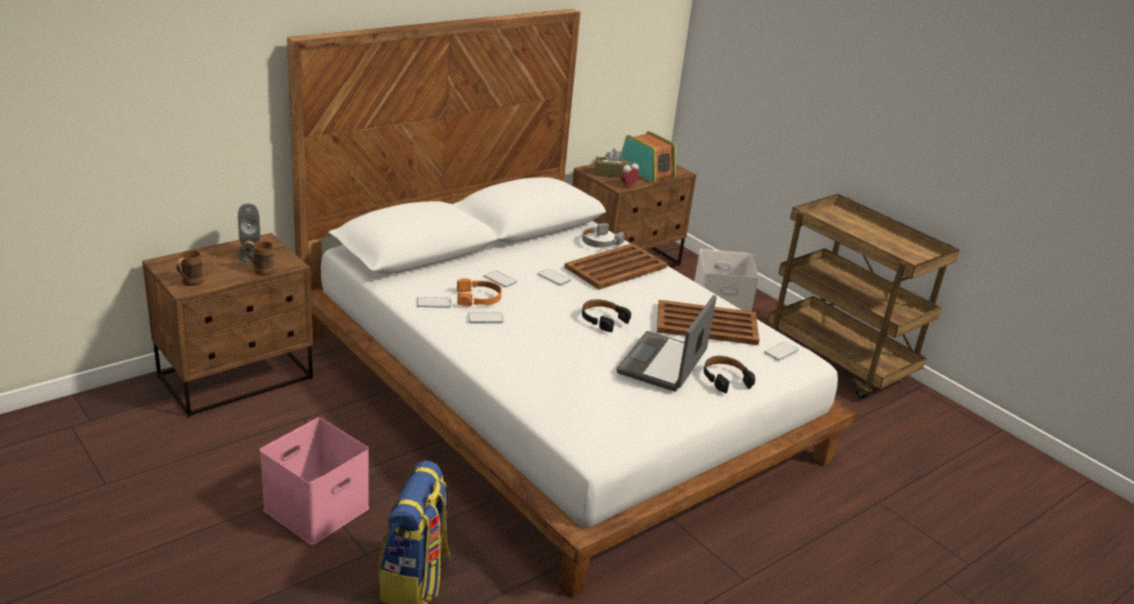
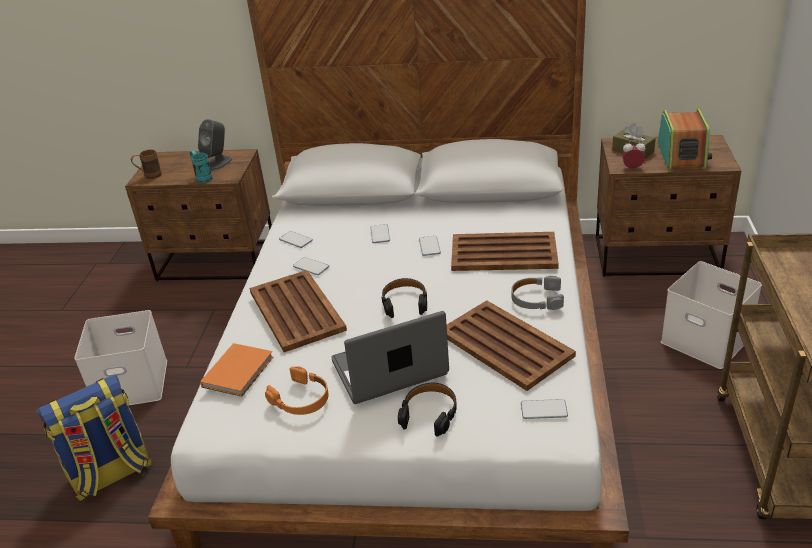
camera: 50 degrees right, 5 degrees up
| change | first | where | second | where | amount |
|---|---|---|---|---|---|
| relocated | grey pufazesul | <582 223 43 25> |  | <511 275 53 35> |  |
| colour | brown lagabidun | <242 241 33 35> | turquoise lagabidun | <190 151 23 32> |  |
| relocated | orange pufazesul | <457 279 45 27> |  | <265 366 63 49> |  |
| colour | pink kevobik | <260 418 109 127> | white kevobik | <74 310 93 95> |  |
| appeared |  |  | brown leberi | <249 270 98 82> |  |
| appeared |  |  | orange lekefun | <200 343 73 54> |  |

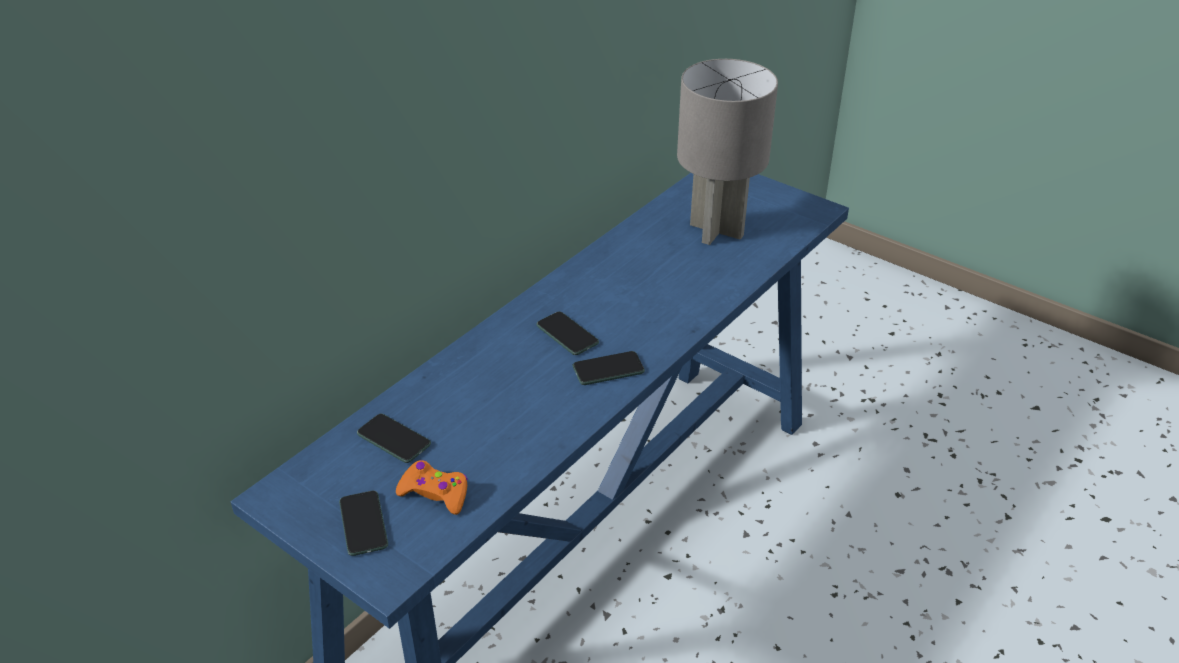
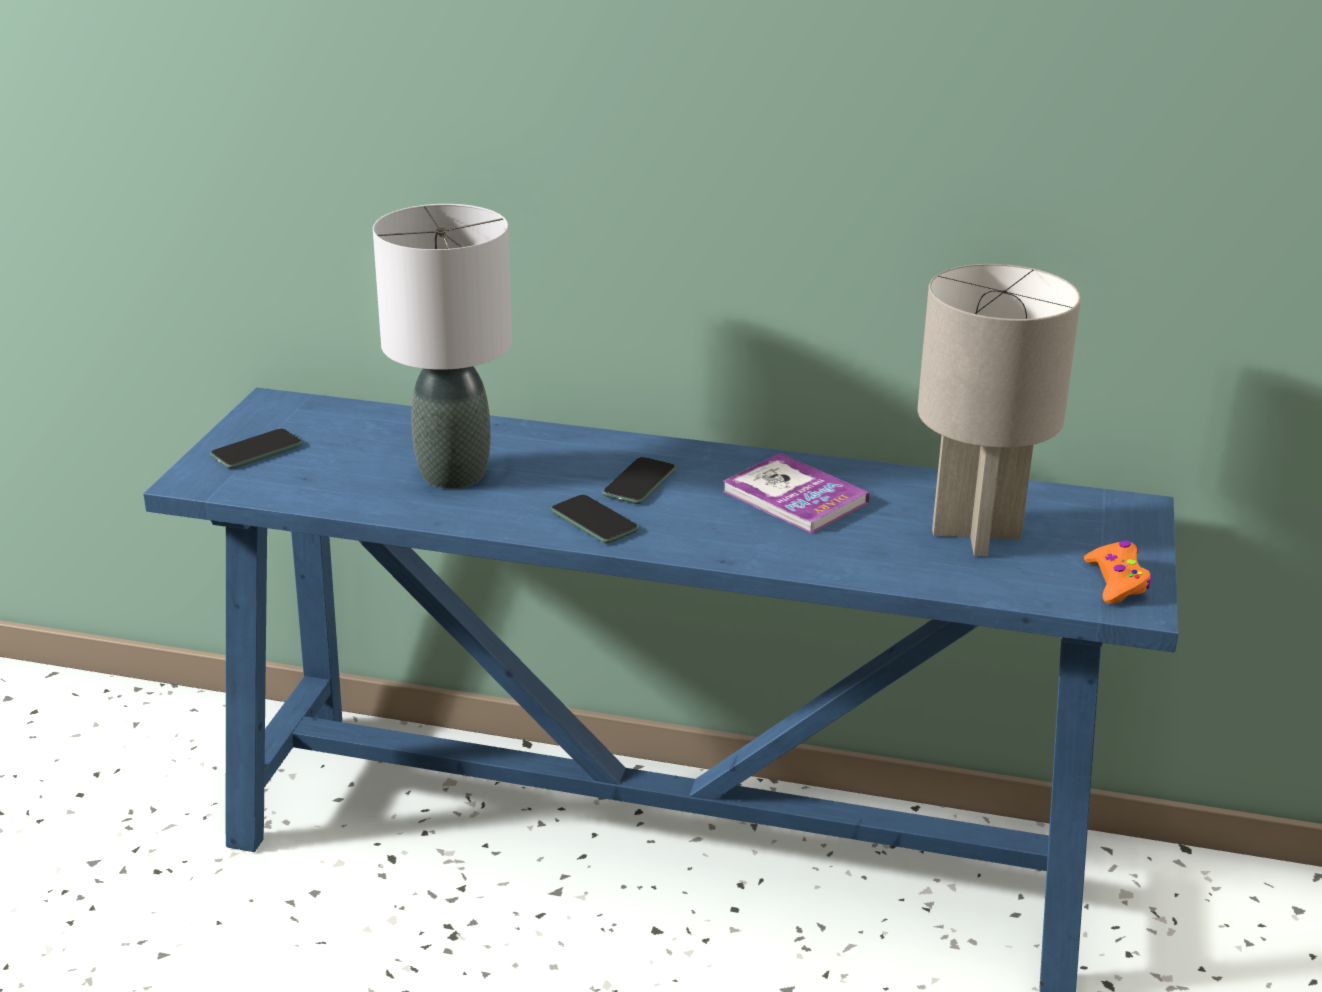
camera: 65 degrees right, 10 degrees down
| change | first | where | second | where | amount |
|---|---|---|---|---|---|
| missing | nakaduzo | <357 414 74 49> |  |  |  |
| relocated | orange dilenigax | <396 460 72 55> |  | <1084 540 68 64> |  |
| appeared |  |  | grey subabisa | <373 204 139 285> |  |
| appeared |  |  | lekefun | <722 453 148 81> |  |

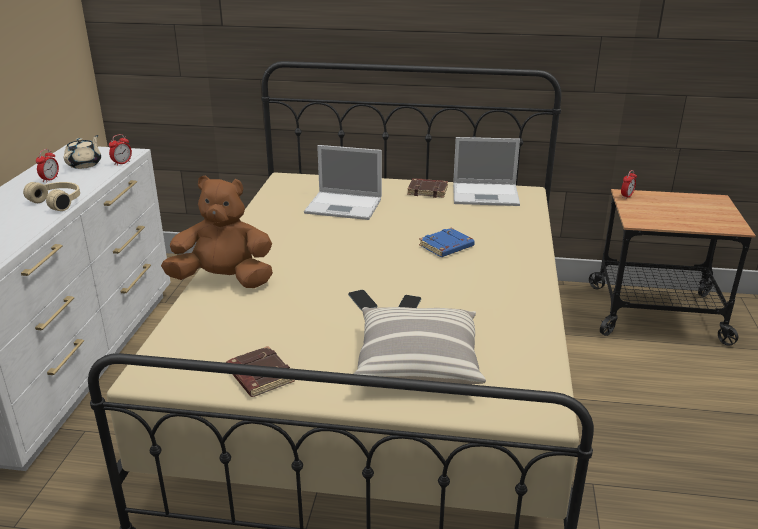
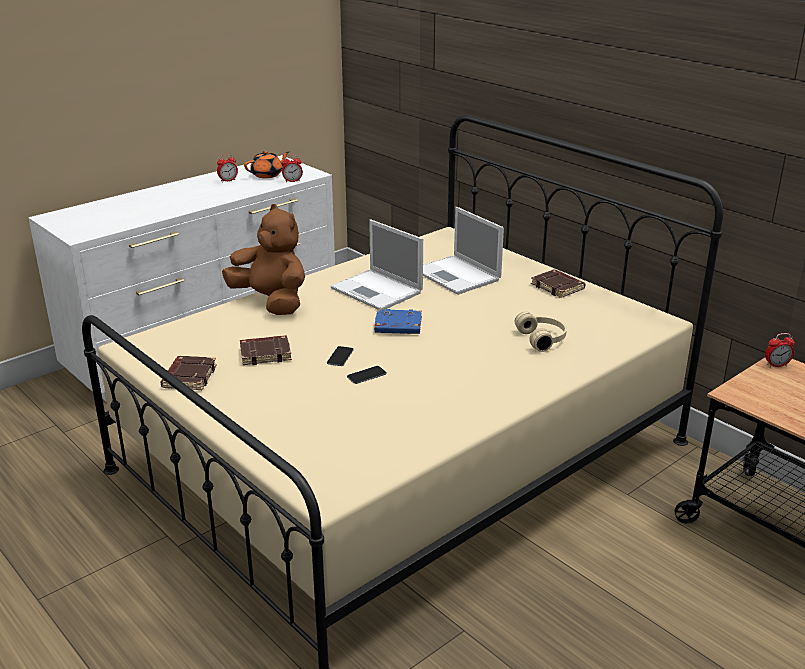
camera: 40 degrees right, 0 degrees up
| change | first | where | second | where | amount |
|---|---|---|---|---|---|
| colour | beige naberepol | <63 135 38 34> | orange naberepol | <244 151 45 27> |  |
| relocated | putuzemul | <453 137 67 69> |  | <331 220 92 90> |  |
| relocated | beige pufazesul | <23 182 57 29> |  | <515 311 52 41> |  |
| relocated | blue lekefun | <419 228 56 29> |  | <374 309 48 25> |  |
| missing | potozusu | <354 307 132 77> |  |  |  |
| appeared |  |  | brown lekefun | <240 335 52 30> |  |

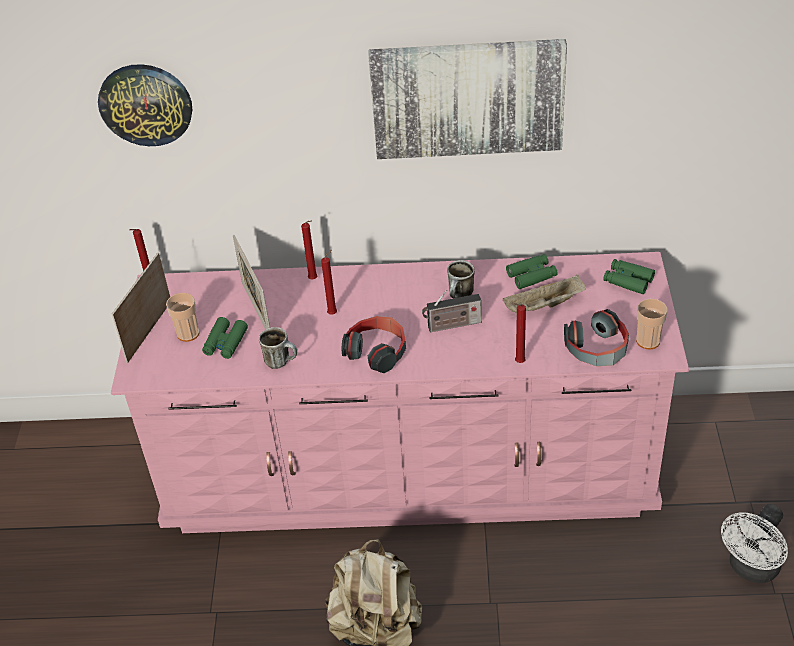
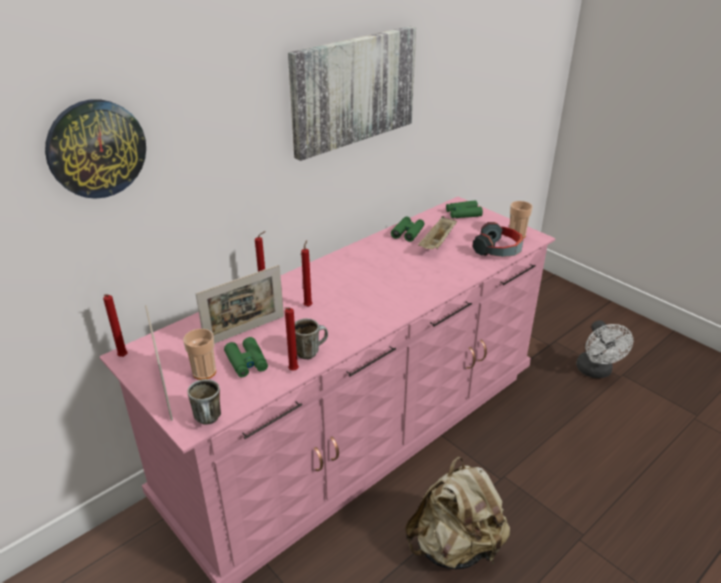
camera: 45 degrees left, 10 degrees down
| change | first | where | second | where | amount |
|---|---|---|---|---|---|
| spun | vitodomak | <233 235 37 95> |  | <196 265 88 79> | 60 degrees counterclockwise |
| relocated | lagabidun | <447 260 28 38> |  | <187 379 34 46> |  |
| missing | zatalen | <422 290 59 42> |  |  |  |
| relocated | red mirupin | <514 303 12 60> |  | <284 307 15 64> |  |
| missing | pufazesul | <341 316 65 57> |  |  |  |

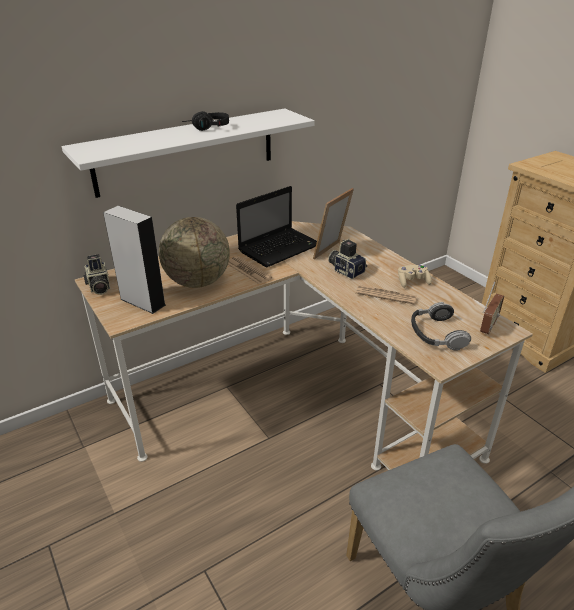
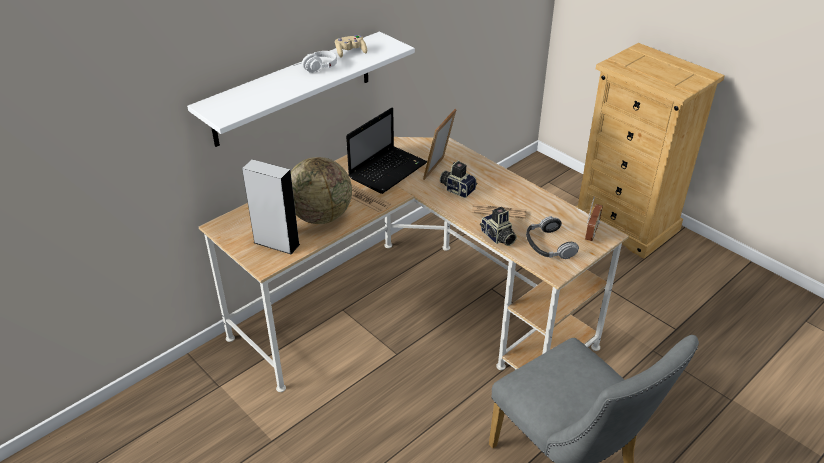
camera: 10 degrees left, 5 degrees up
| change | first | where | second | where | amount |
|---|---|---|---|---|---|
| colour | black pufazesul | <182 111 47 20> | white pufazesul | <293 51 44 22> |  |
| relocated | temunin | <84 254 26 41> |  | <480 207 37 39> |  |
| relocated | beige dilenigax | <398 265 34 23> |  | <335 35 32 23> |  |

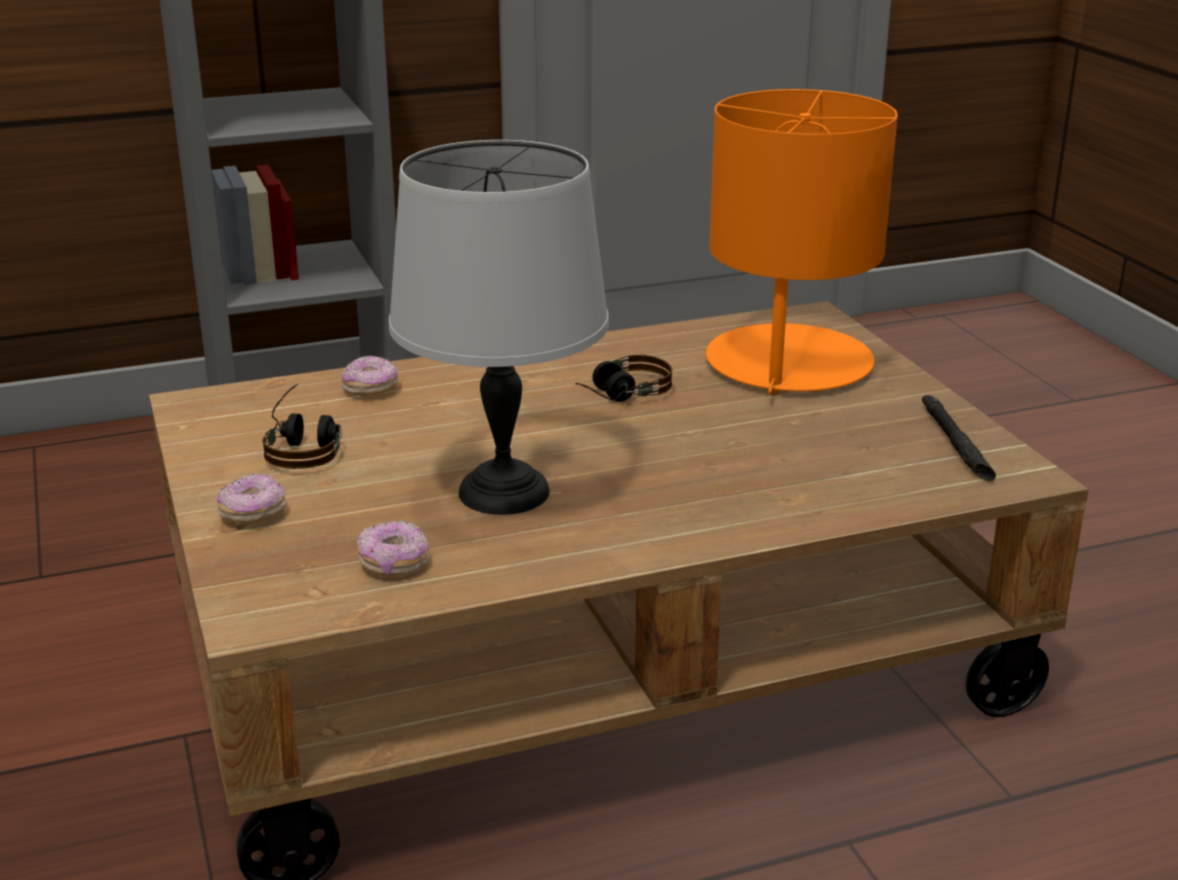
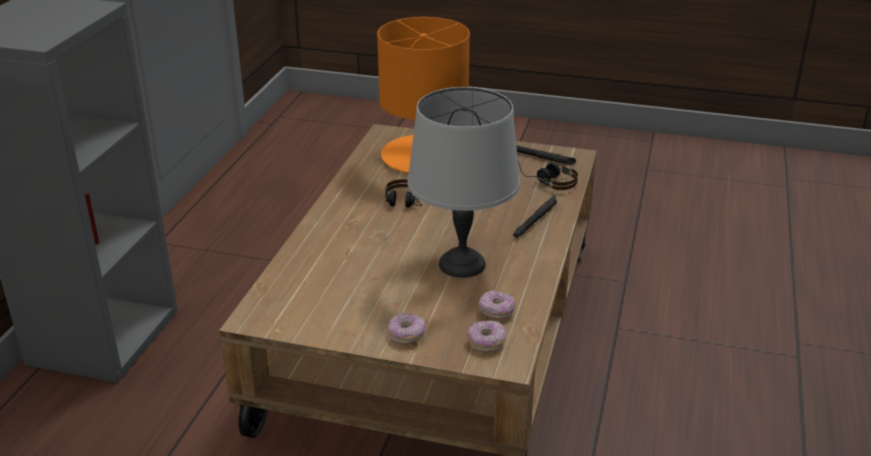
camera: 55 degrees left, 5 degrees up
| change | first | where | second | where | amount |
|---|---|---|---|---|---|
| relocated | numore | <342 356 57 40> |  | <467 320 40 32> |  |
| relocated | pufazesul | <262 384 80 85> |  | <518 161 60 29> |  |
| appeared |  |  | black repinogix | <513 195 44 43> |  |

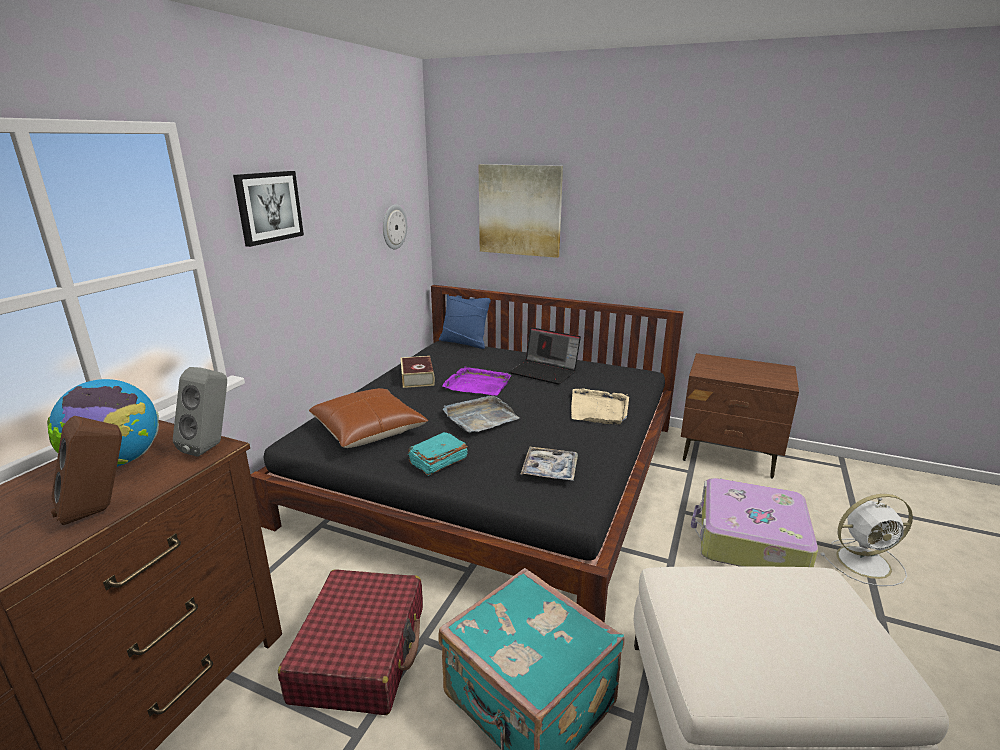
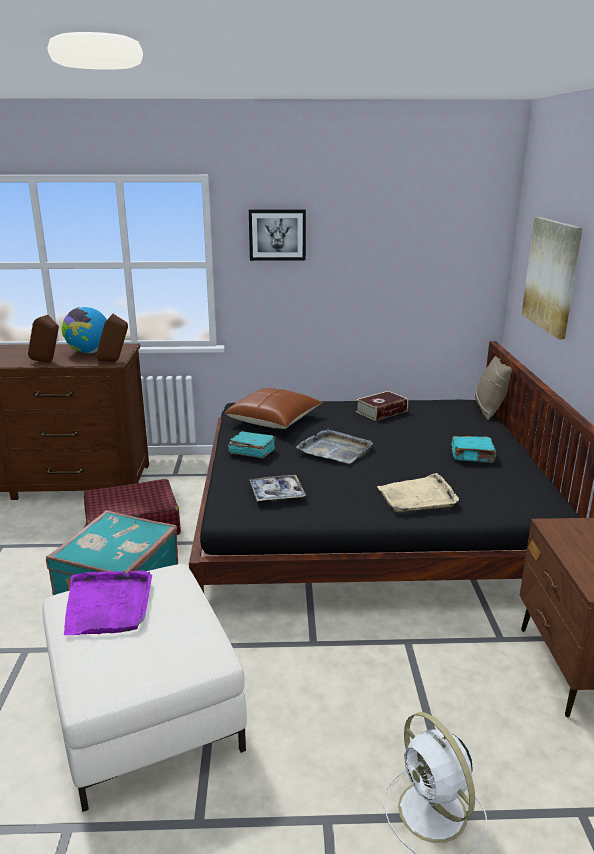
camera: 65 degrees right, 0 degrees up
| change | first | where | second | where | amount |
|---|---|---|---|---|---|
| missing | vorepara | <383 205 24 45> |  |  |  |
| colour | blue potozusu | <439 294 52 55> | beige potozusu | <475 356 37 64> |  |
| exchanged | putuzemul | <509 327 72 58> | turquoise lekefun | <451 436 46 27> |  |
| relocated | purple leberi | <442 366 69 30> |  | <64 570 88 65> |  |
| colour | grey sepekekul | <173 367 54 90> | brown sepekekul | <96 314 32 48> |  |
| missing | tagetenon | <691 478 127 89> |  |  |  |

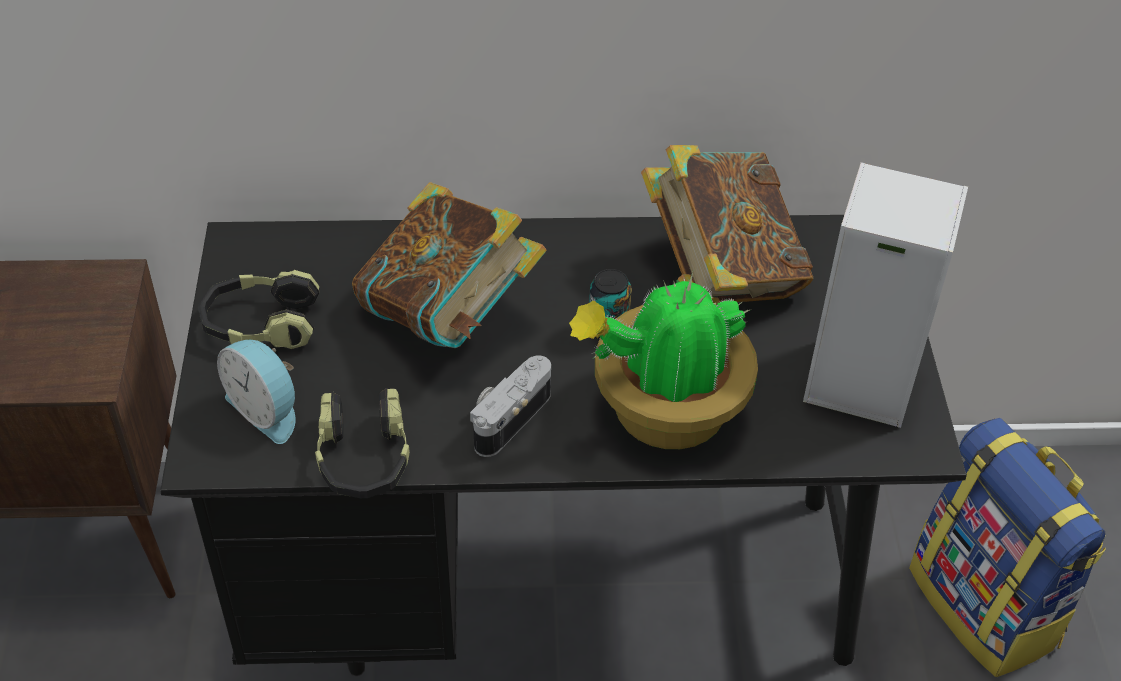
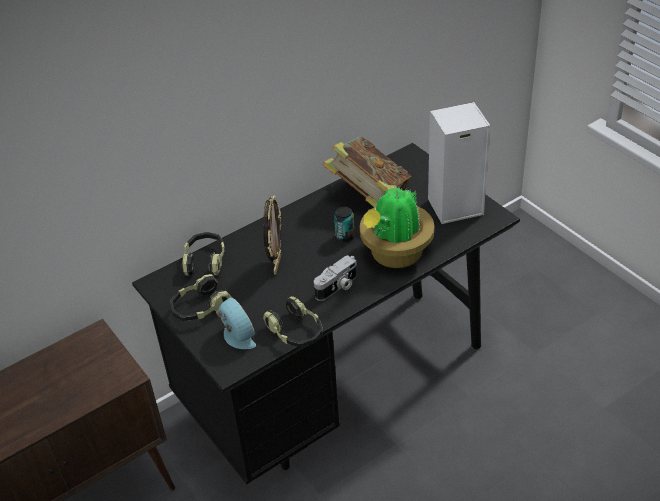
camera: 30 degrees left, 5 degrees down
| change | first | where | second | where | amount |
|---|---|---|---|---|---|
| exchanged | lekefun | <352 182 195 166> | vitodomak | <263 195 19 80> |  |
| spun | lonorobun | <217 340 79 104> |  | <216 297 40 52> | 135 degrees counterclockwise |
| spun | temunin | <470 356 81 101> |  | <314 255 43 46> | 135 degrees counterclockwise |
| missing | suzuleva | <909 418 197 259> |  |  |  |
| appeared |  |  | pufazesul | <182 232 43 44> |  |

